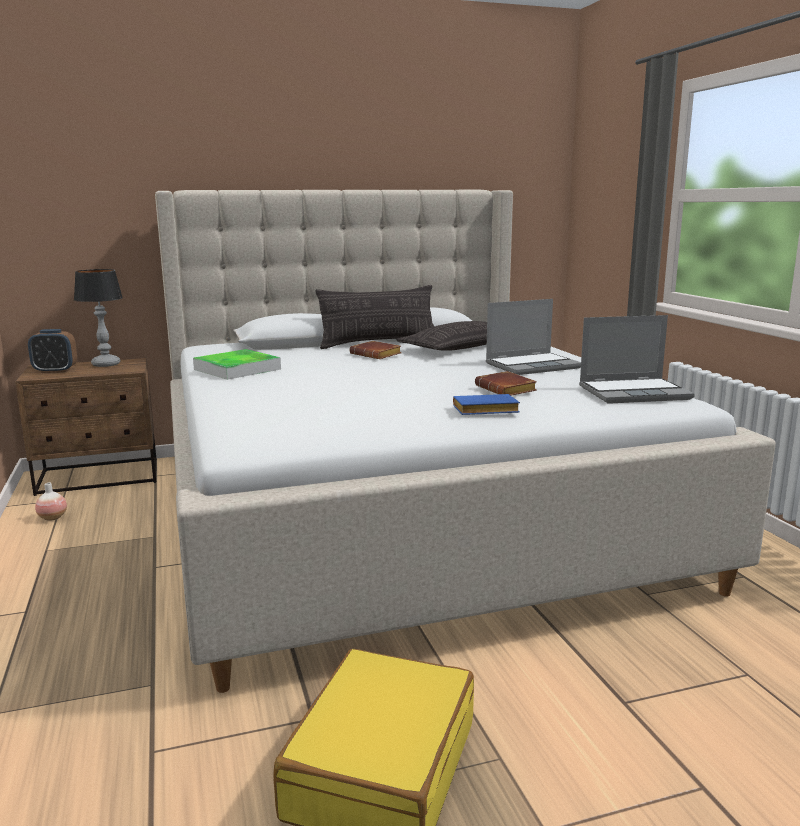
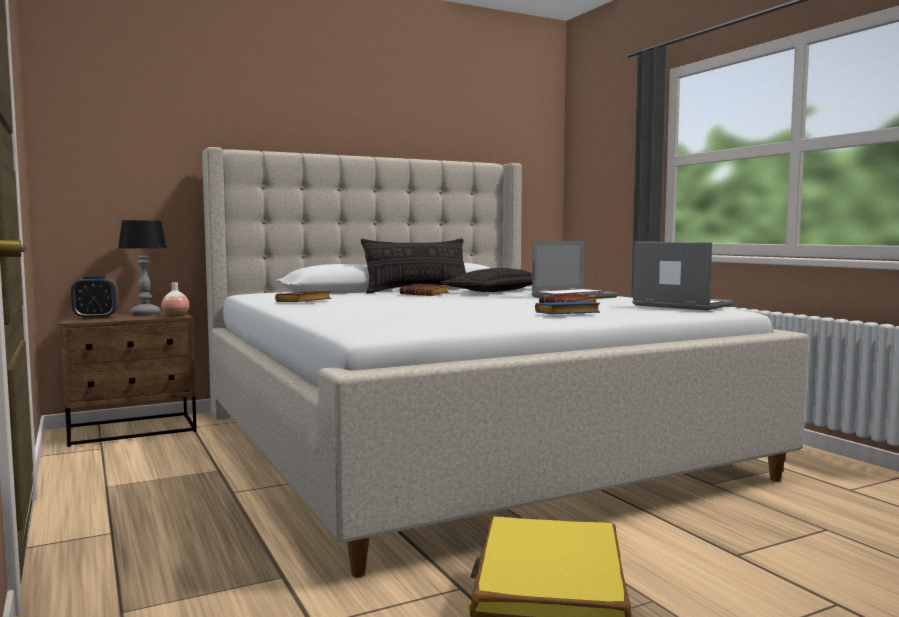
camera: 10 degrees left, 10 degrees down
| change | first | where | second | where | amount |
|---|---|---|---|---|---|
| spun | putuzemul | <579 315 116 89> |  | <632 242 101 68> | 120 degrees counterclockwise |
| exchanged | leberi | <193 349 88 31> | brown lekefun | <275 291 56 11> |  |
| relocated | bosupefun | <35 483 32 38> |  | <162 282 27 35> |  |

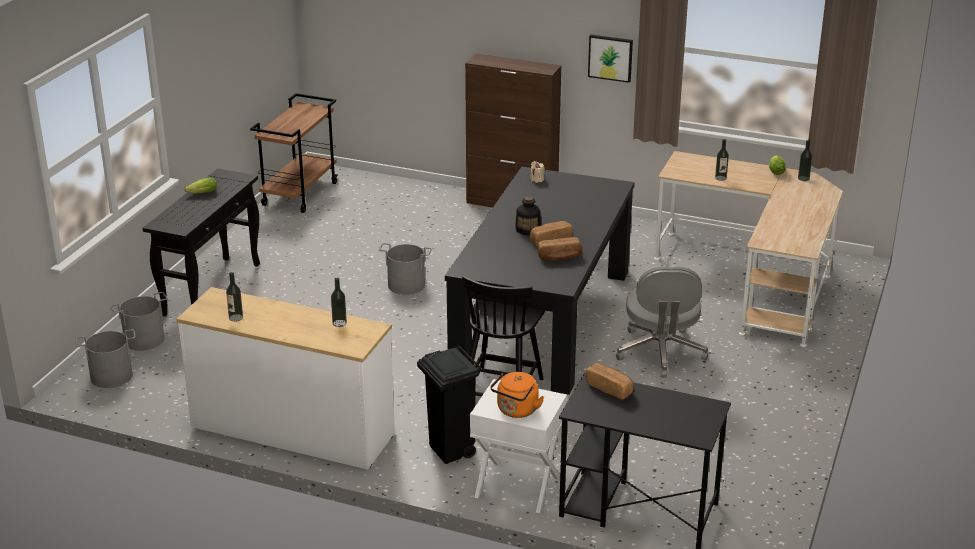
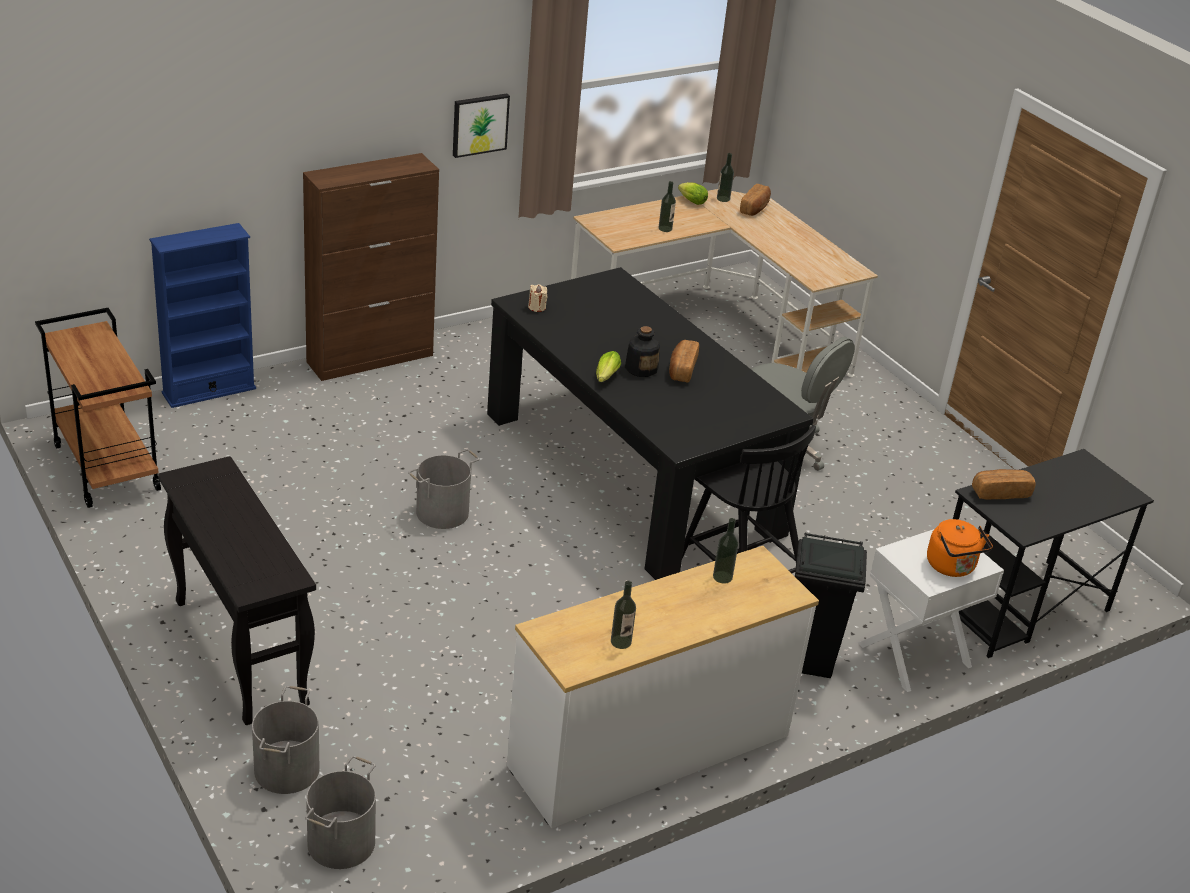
camera: 55 degrees left, 5 degrees up
| change | first | where | second | where | amount |
|---|---|---|---|---|---|
| relocated | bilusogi | <184 178 33 15> |  | <596 351 25 31> |  |
| relocated | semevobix | <537 237 45 24> |  | <740 184 31 32> |  |
| appeared |  |  | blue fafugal | <149 223 107 185> |  |

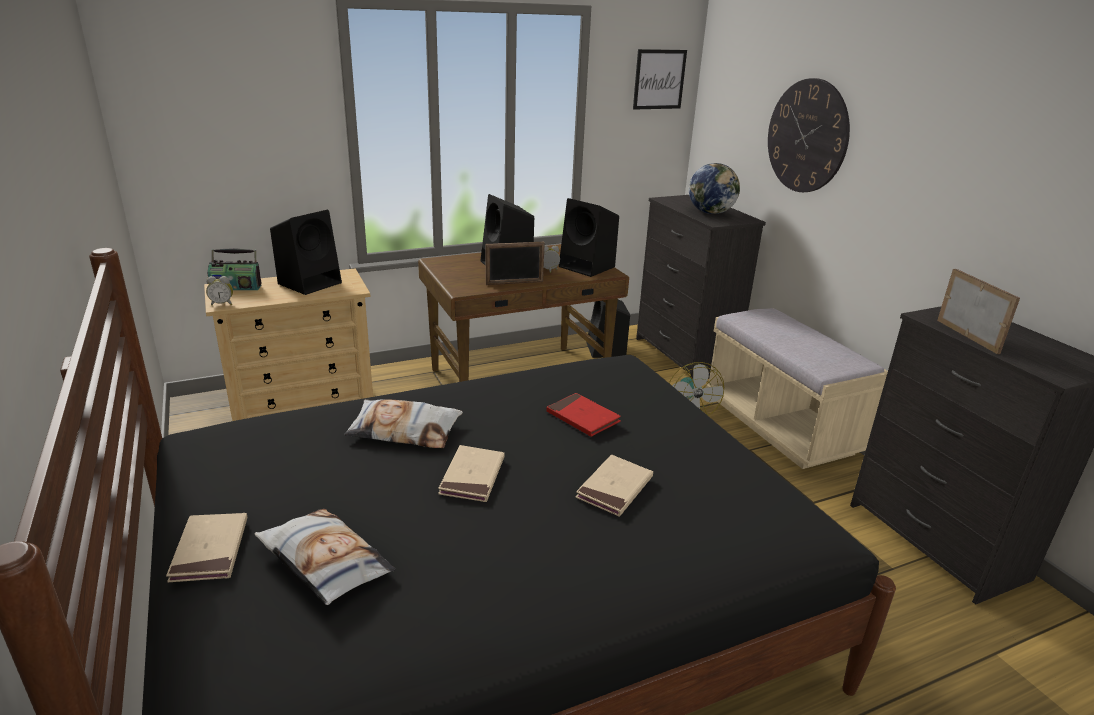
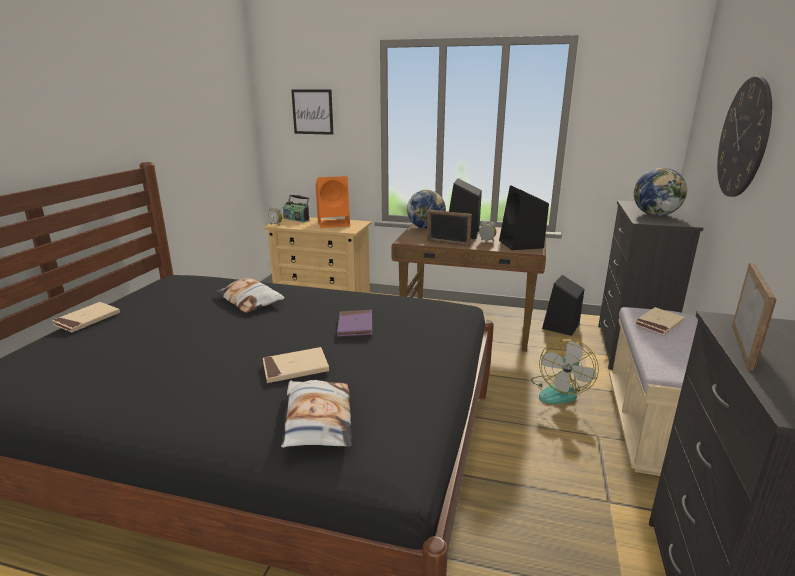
camera: 40 degrees right, 5 degrees down
| change | first | where | second | where | amount |
|---|---|---|---|---|---|
| relocated | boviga | <633 49 54 61> |  | <291 90 42 45> |  |
| colour | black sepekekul | <270 210 72 85> | orange sepekekul | <316 176 34 52> |  |
| colour | red lekefun | <546 393 75 43> | purple lekefun | <337 310 35 27> |  |
| relocated | beige lekefun | <438 445 67 57> |  | <634 307 51 28> |  |
| relocated | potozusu | <254 509 142 96> |  | <281 380 71 68> |  |
| appeared |  |  | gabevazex | <407 190 39 39> |  |

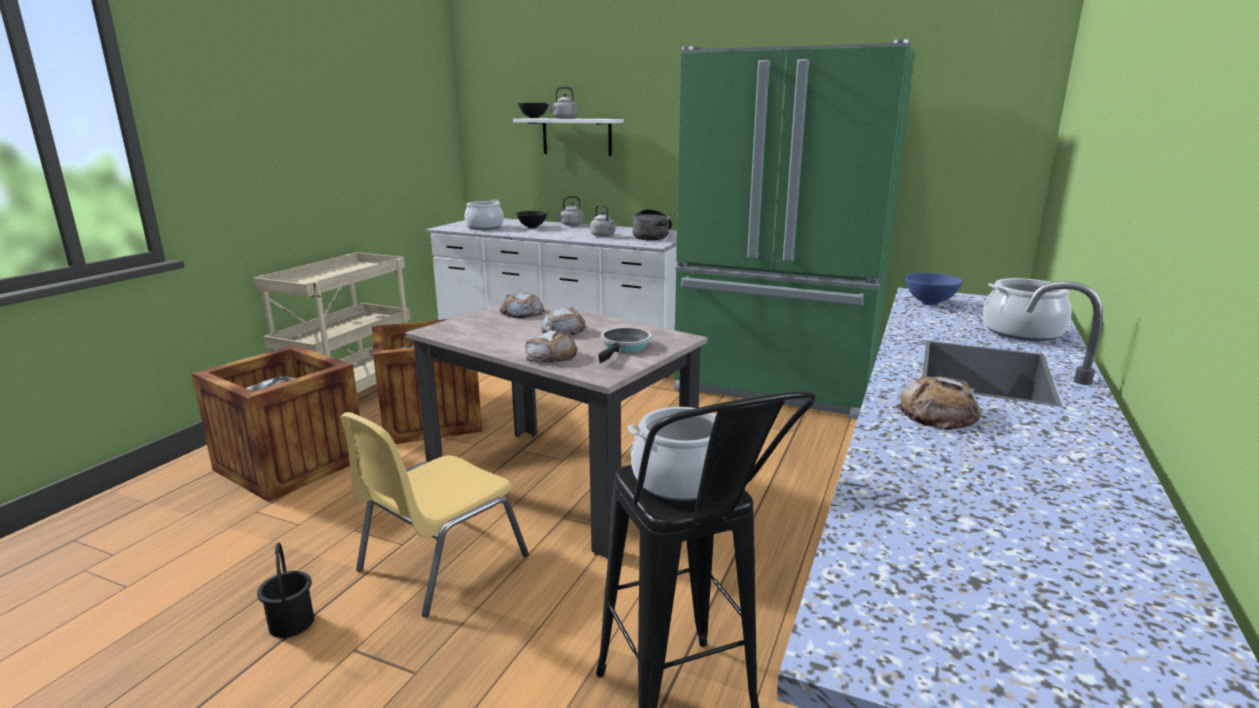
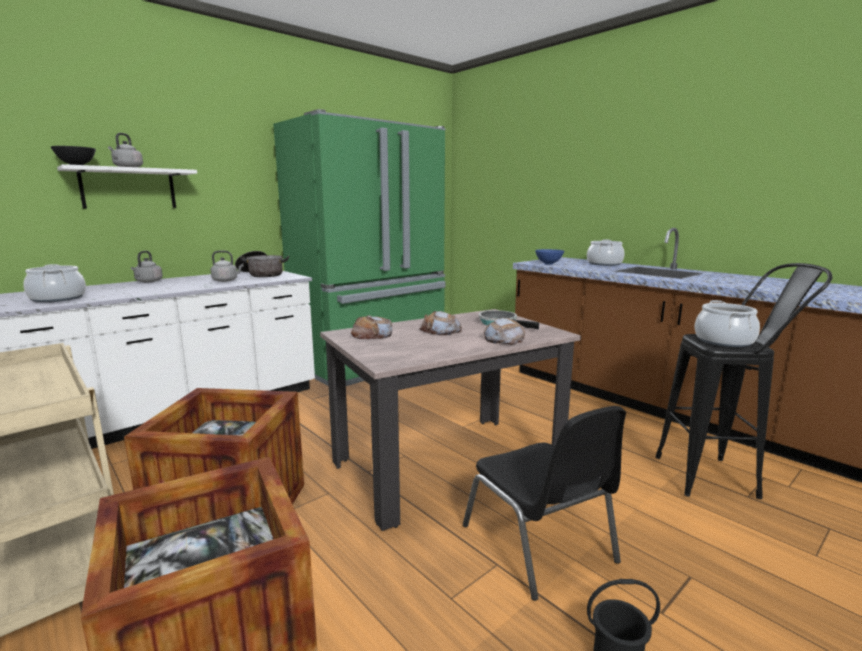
camera: 65 degrees left, 5 degrees down
| change | first | where | second | where | amount |
|---|---|---|---|---|---|
| missing | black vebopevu | <516 211 31 18> |  |  |  |
| missing | semevobix | <896 376 86 54> |  |  |  |
| colour | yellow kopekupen | <340 412 189 205> | black kopekupen | <463 406 163 195> |  |

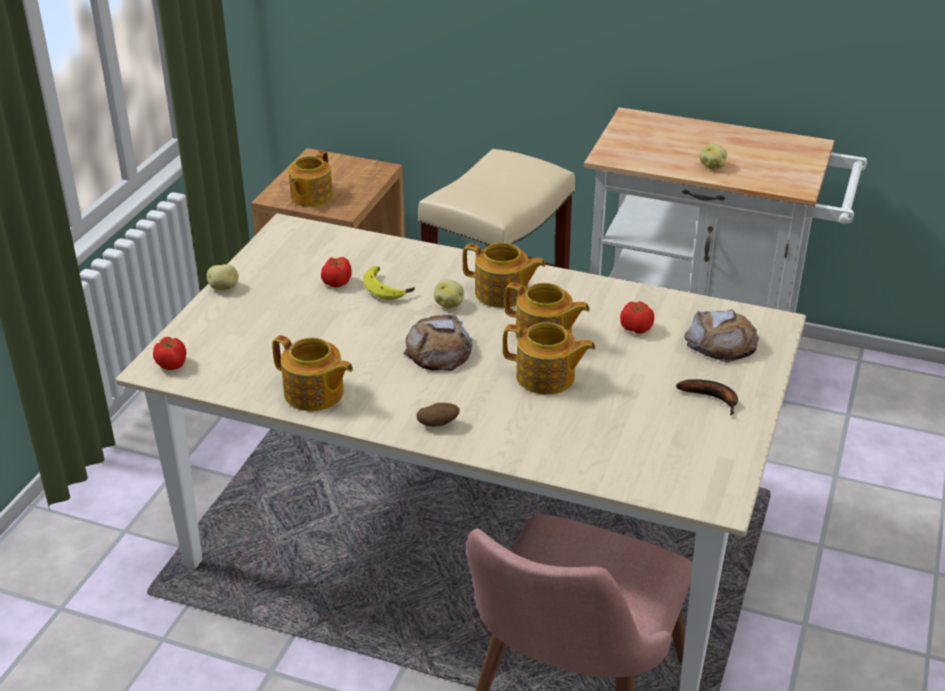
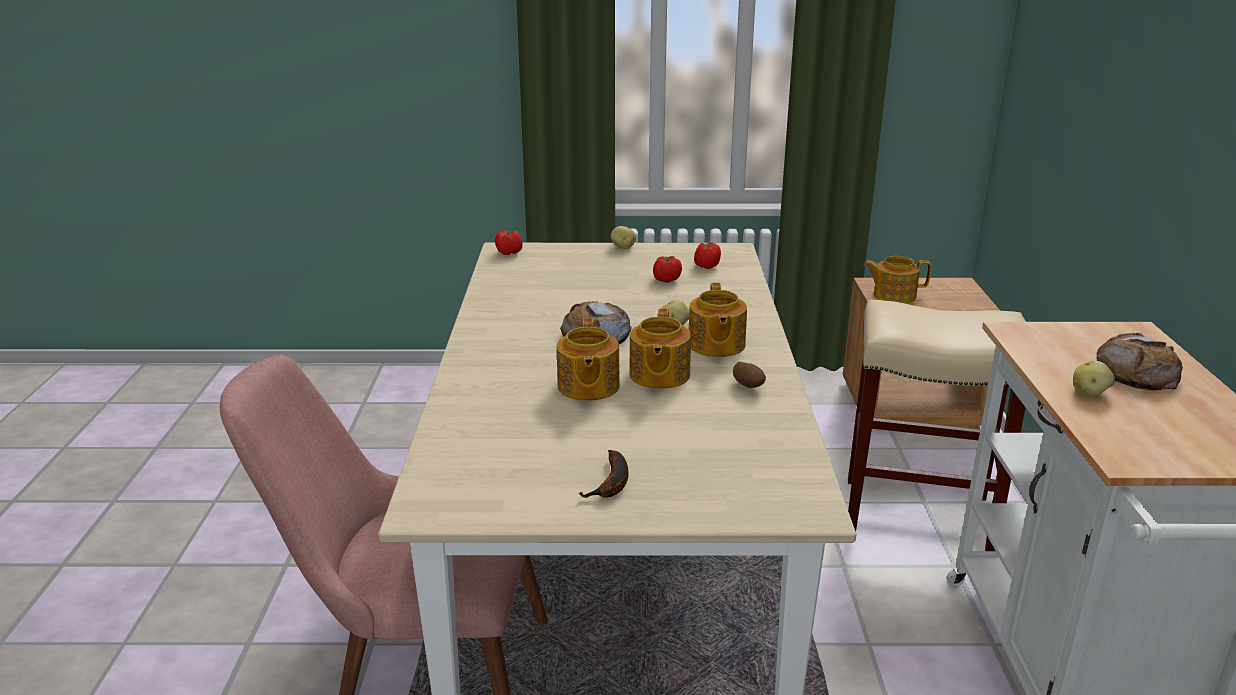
camera: 70 degrees right, 10 degrees down
| change | first | where | second | where | amount |
|---|---|---|---|---|---|
| missing | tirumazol | <363 266 52 34> |  |  |  |
| relocated | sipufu | <620 301 34 33> |  | <694 242 27 27> |  |
| relocated | semevobix | <685 310 74 53> |  | <1096 333 87 57> |  |
| missing | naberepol | <272 335 81 76> |  |  |  |
| relocated | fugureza | <416 403 44 24> |  | <733 362 33 26> |  |

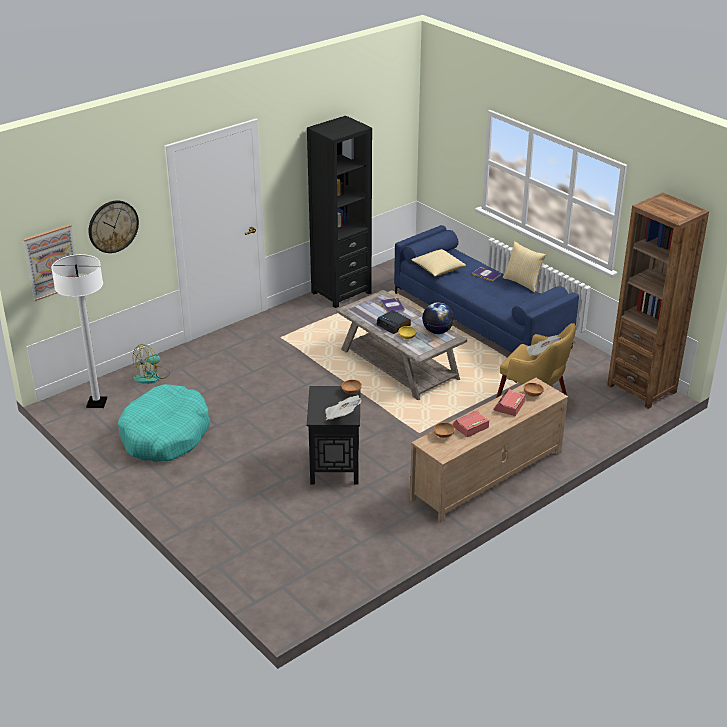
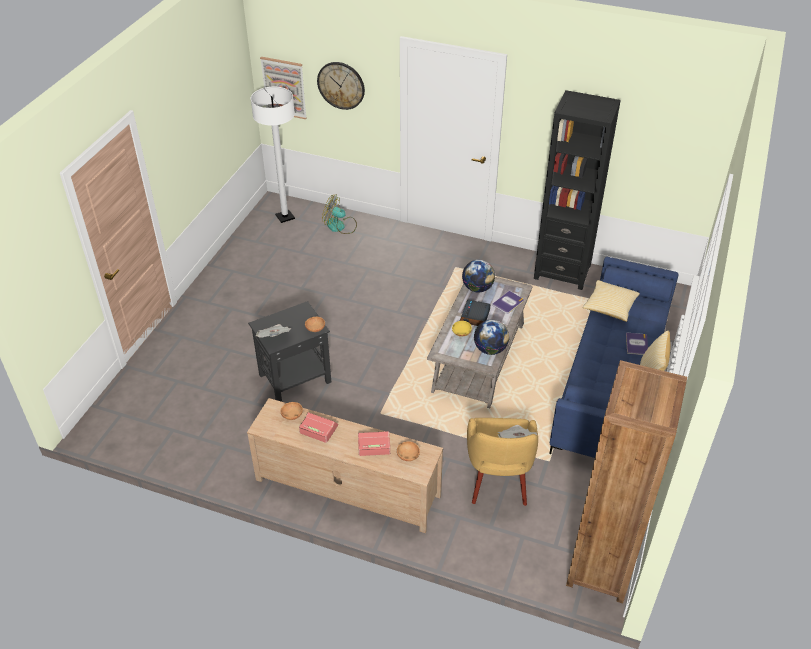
camera: 60 degrees right, 10 degrees up
| change | first | where | second | where | amount |
|---|---|---|---|---|---|
| missing | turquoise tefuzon | <118 384 92 78> |  |  |  |
| appeared |  |  | gabevazex | <462 260 33 32> |  |

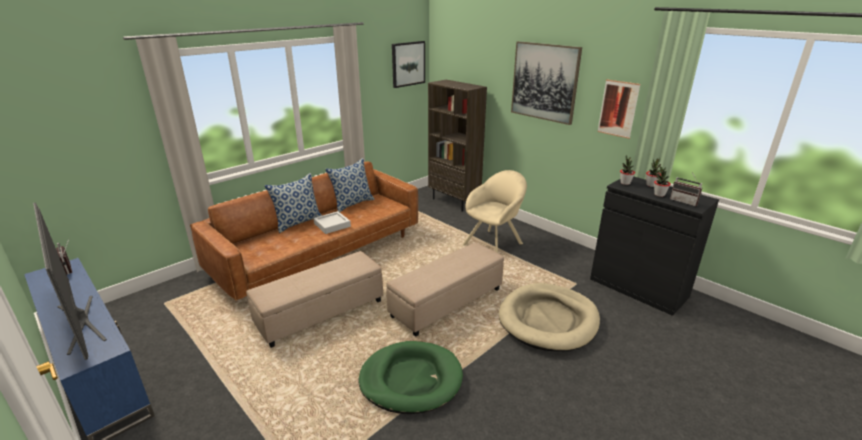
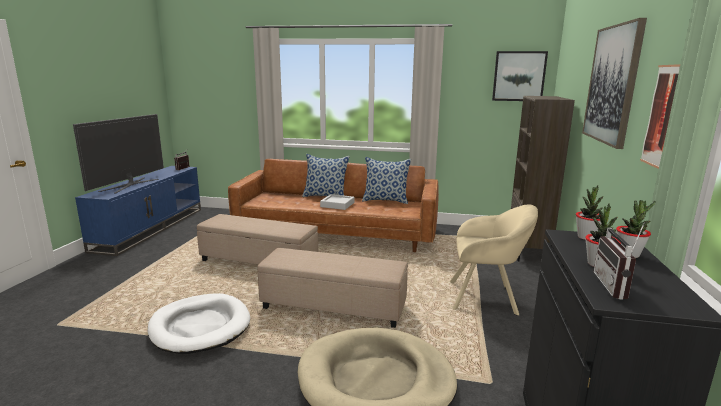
camera: 55 degrees right, 10 degrees down
| change | first | where | second | where | amount |
|---|---|---|---|---|---|
| colour | green tefuzon | <359 341 104 73> | white tefuzon | <148 293 102 61> |  |

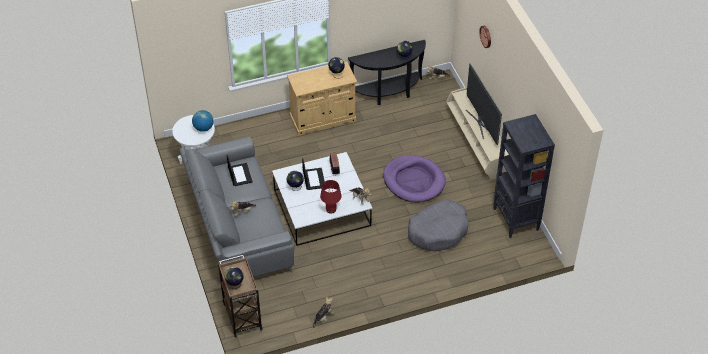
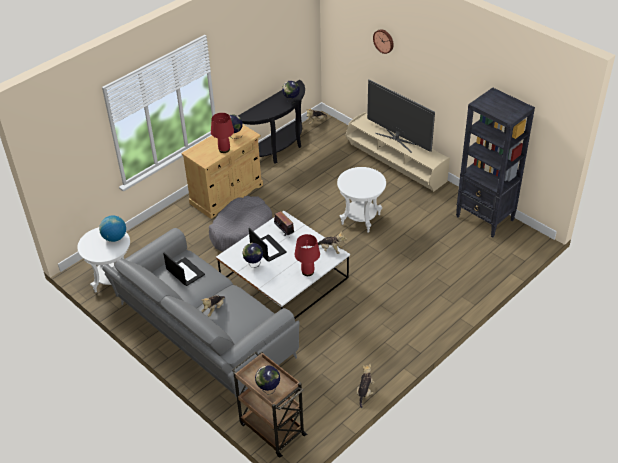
camera: 25 degrees left, 5 degrees down
| change | first | where | second | where | amount |
|---|---|---|---|---|---|
| exchanged | purple tefuzon | <383 155 63 47> | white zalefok | <337 167 49 66> |  |
| relocated | grey tefuzon | <408 200 60 51> |  | <209 196 63 56> |  |
| appeared |  |  | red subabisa | <211 113 23 40> |  |

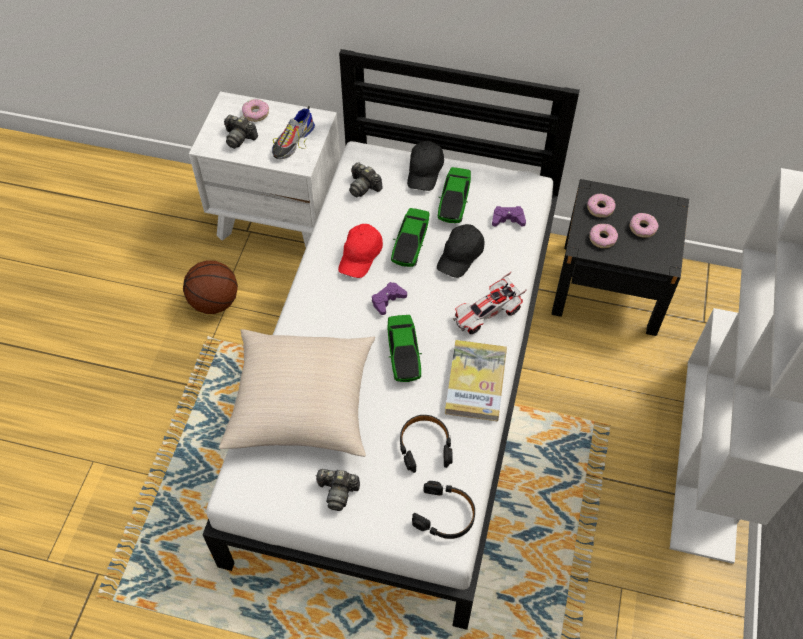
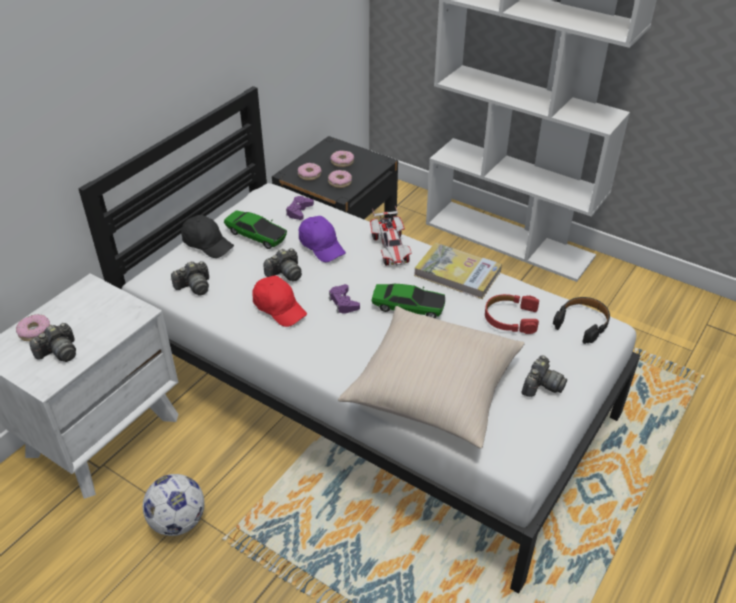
camera: 70 degrees left, 15 degrees down
| change | first | where | second | where | amount |
|---|---|---|---|---|---|
| missing | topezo | <272 106 43 53> |  |  |  |
| exchanged | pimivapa | <391 208 39 59> | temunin | <264 248 38 34> |  |
| colour | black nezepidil | <437 224 48 54> | purple nezepidil | <299 216 47 46> |  |
| exchanged | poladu | <183 260 55 54> | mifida | <143 474 62 62> |  |
| colour | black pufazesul | <400 415 53 58> | red pufazesul | <485 294 54 40> |  |

